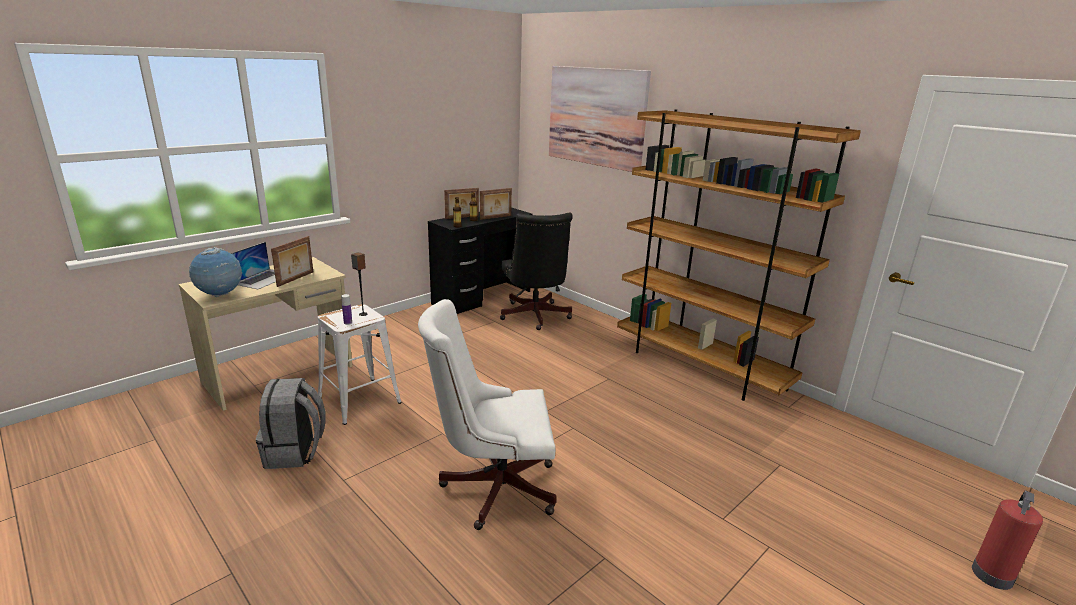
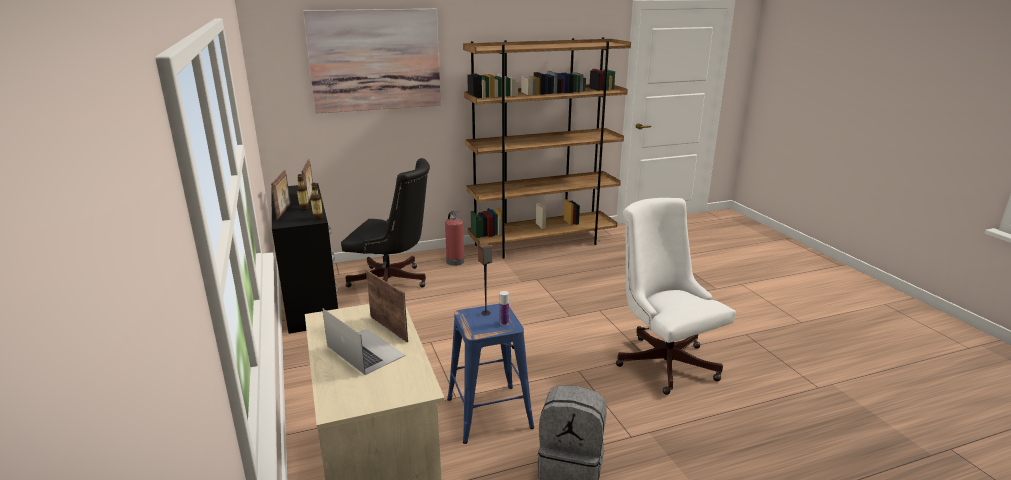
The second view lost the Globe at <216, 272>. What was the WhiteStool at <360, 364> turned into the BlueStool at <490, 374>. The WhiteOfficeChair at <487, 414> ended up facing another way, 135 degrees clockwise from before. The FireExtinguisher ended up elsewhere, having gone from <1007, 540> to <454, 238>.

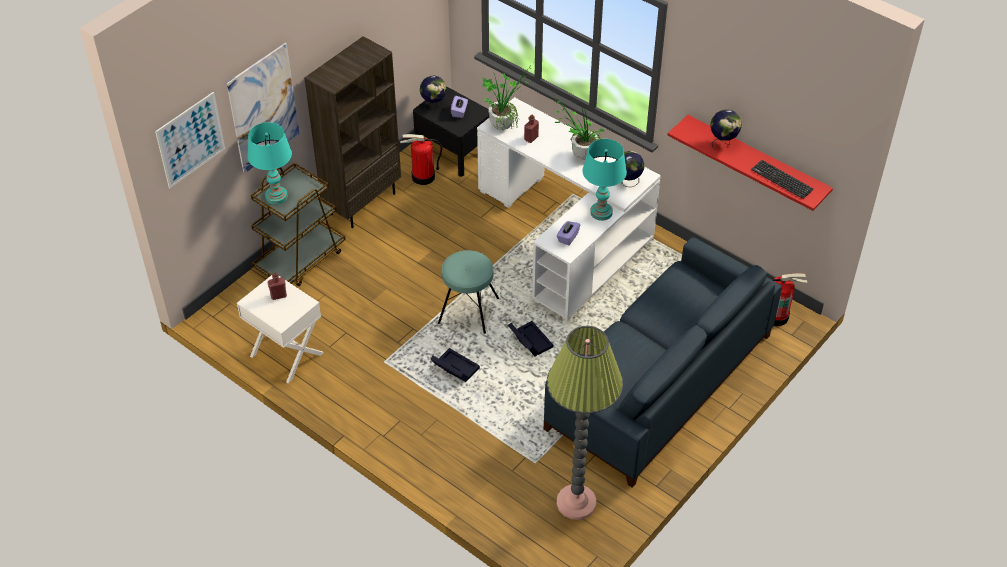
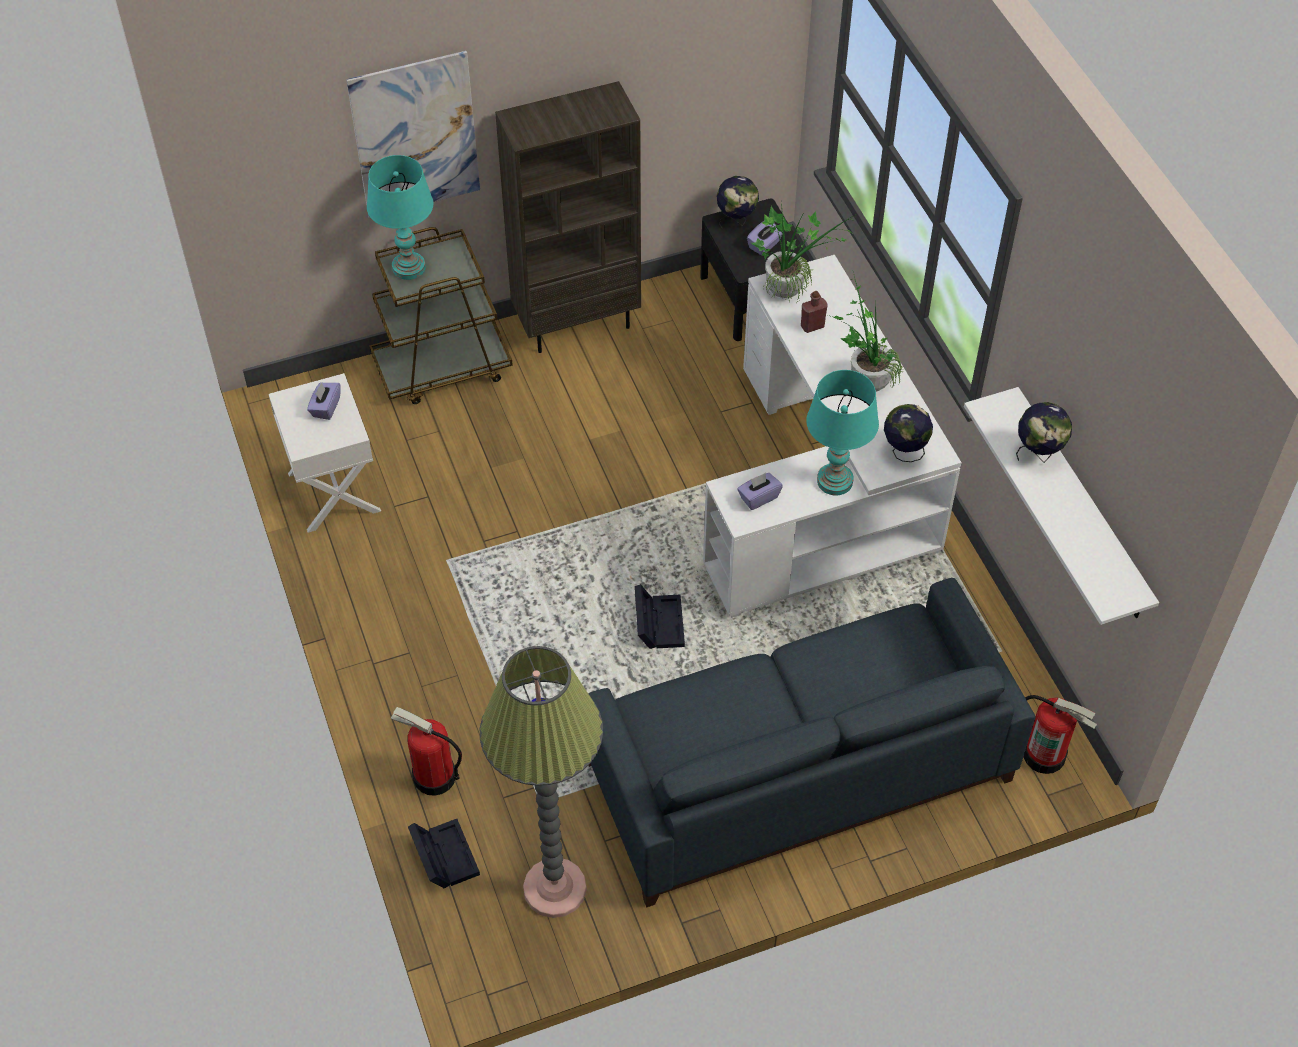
The second view lost the Picture at <190, 140>. Where the RedBottle stood at <277, 286>, the PurpleTissueBox came to stand at <324, 401>. The FireExtinguisher ended up elsewhere, having gone from <421, 159> to <426, 751>. The BlackStorageBox ended up elsewhere, having gone from <455, 365> to <444, 854>. The second view lost the TurquoiseStool at <468, 292>. What was the RedShelf at <750, 163> turned into the WhiteShelf at <1061, 506>. The second view lost the Keyboard at <782, 179>.

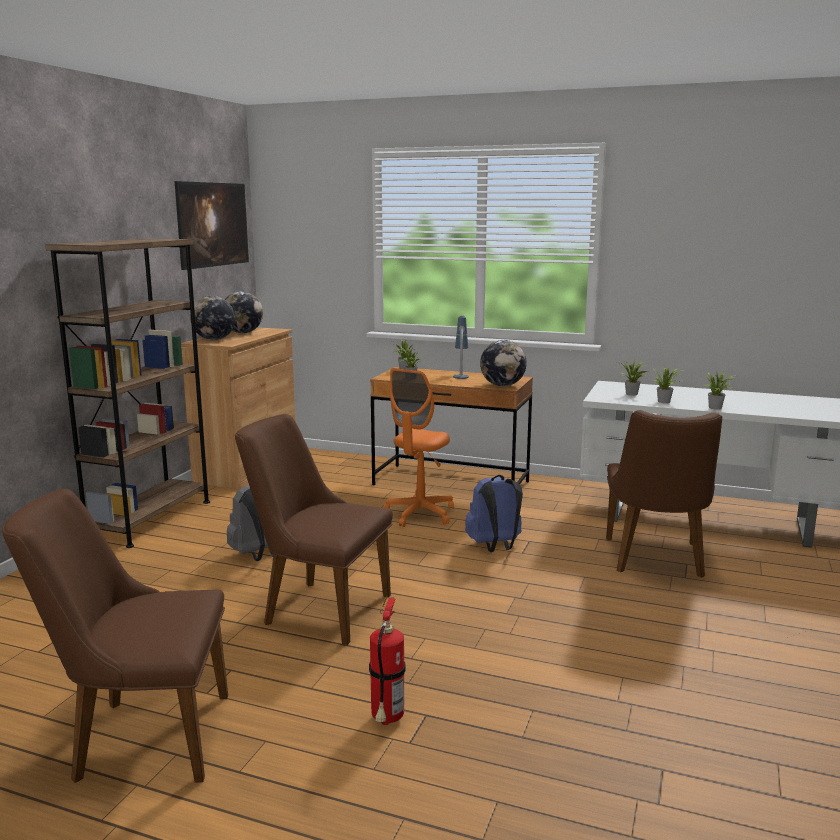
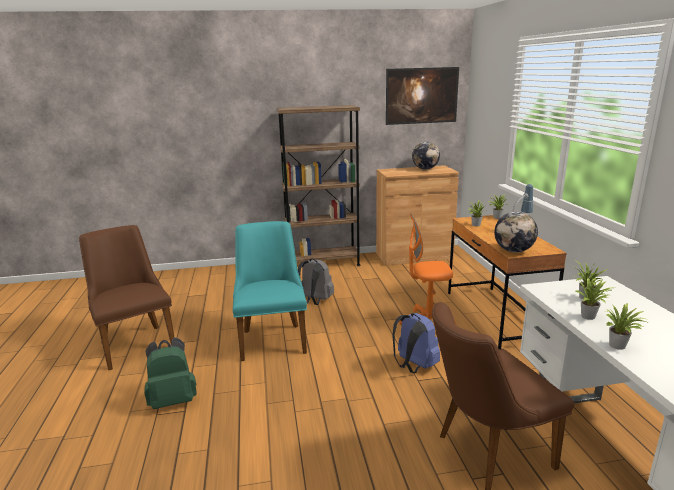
The second view lost the Globe at <212, 318>. What was the BrownChair at <314, 529> turned into the TurquoiseChair at <270, 291>. Where the FireExtinguisher stood at <387, 660>, the GreenBackpack came to stand at <170, 373>.

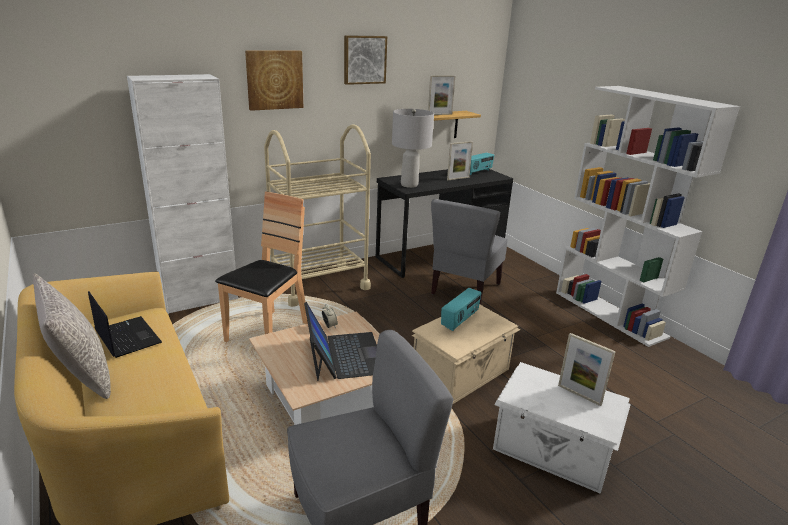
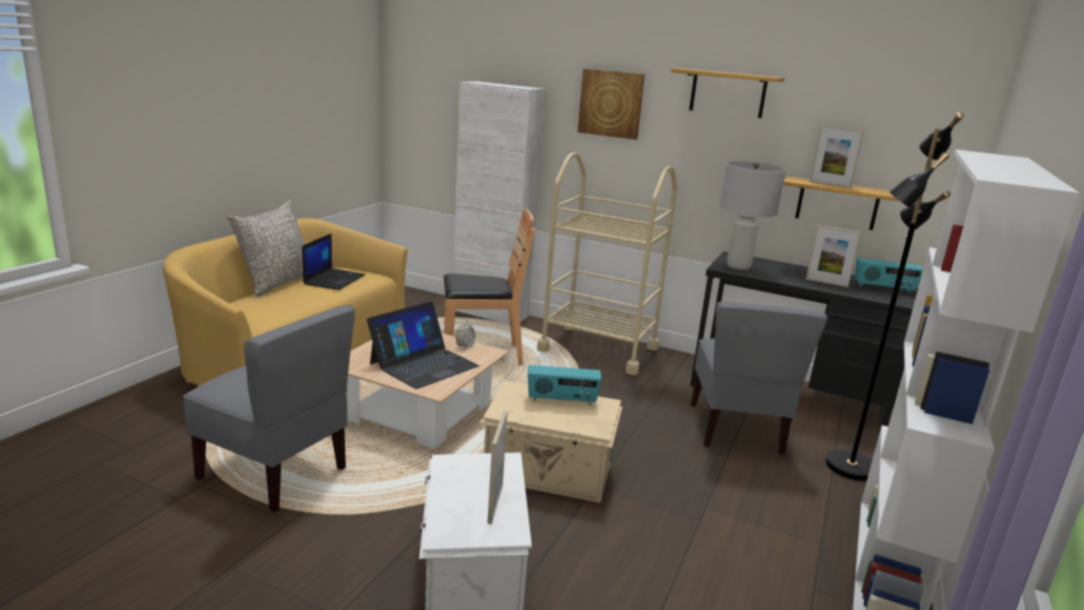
Where the Picture hung at <365, 60>, the Shelf came to hang at <727, 93>. The GreyChair at <469, 252> ended up facing another way, 75 degrees counterclockwise from before. The second view gained the BlackFloorLamp at <894, 296>.

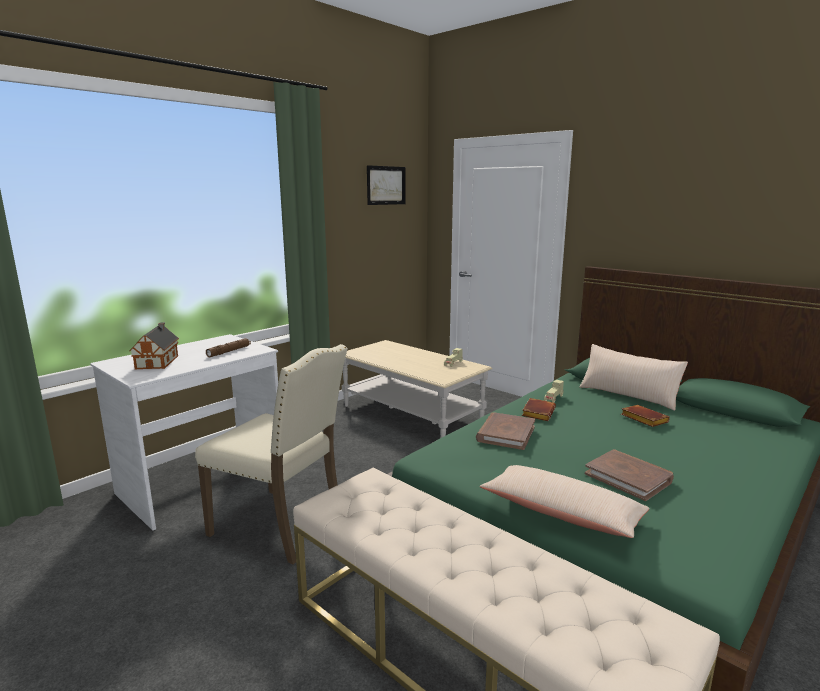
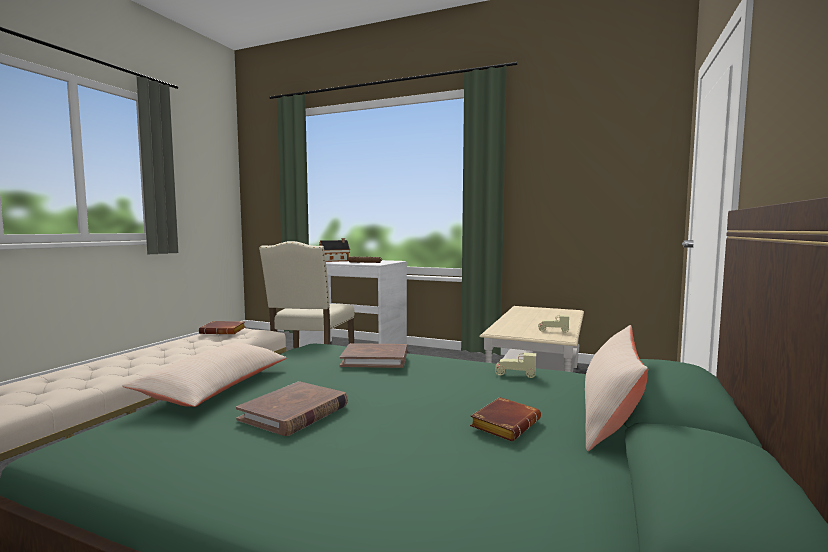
The second view lost the Picture at <386, 185>. The BrownBook ended up elsewhere, having gone from <539, 409> to <222, 327>.

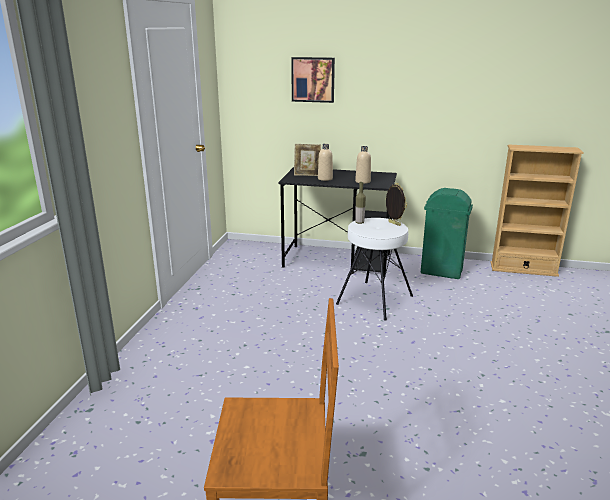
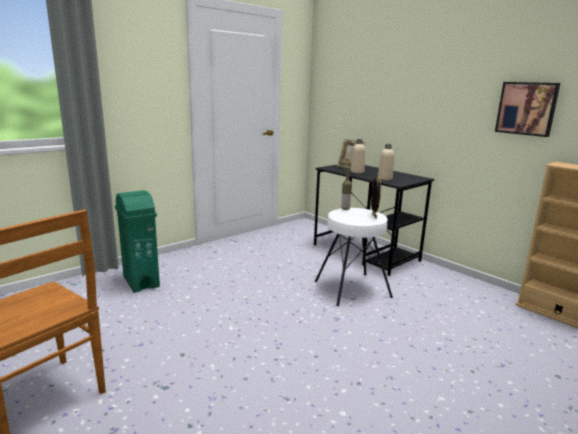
The Picture ended up elsewhere, having gone from <313, 80> to <527, 109>. The GreenTrashCan ended up elsewhere, having gone from <447, 233> to <137, 241>.

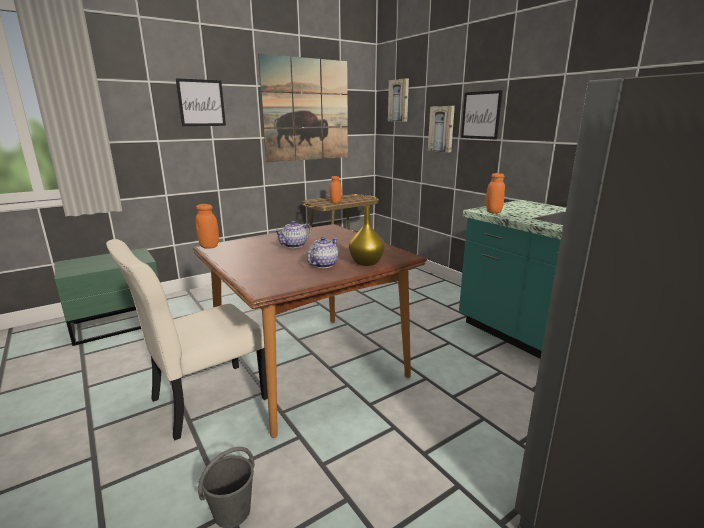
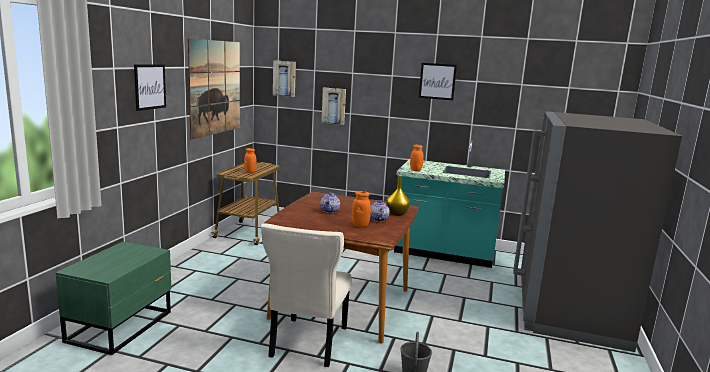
The OrangeJar ended up elsewhere, having gone from <207, 226> to <361, 209>. The Picture ended up elsewhere, having gone from <482, 115> to <438, 81>.

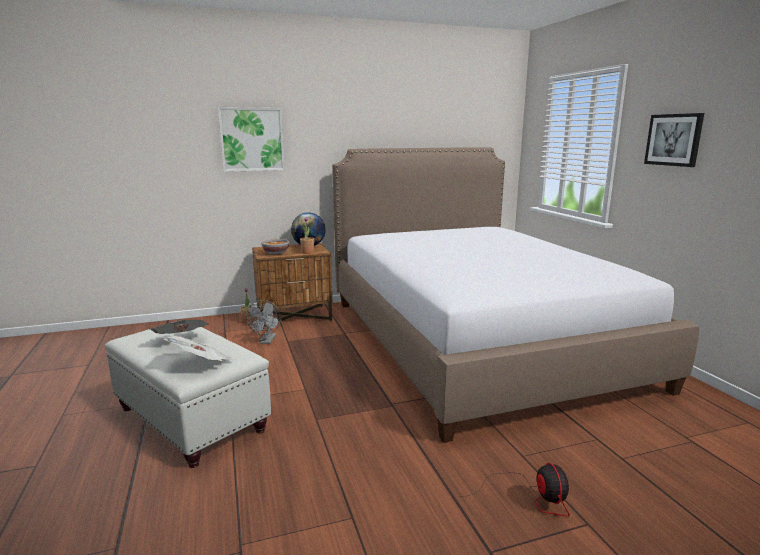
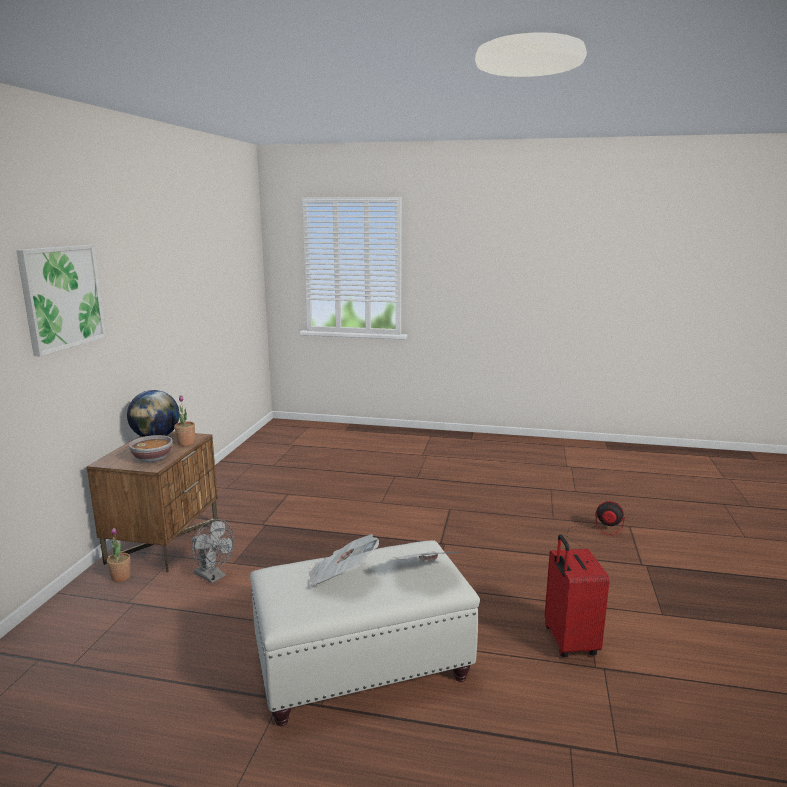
The second view lost the Bed at <515, 295>. The second view lost the Picture at <674, 140>. The second view gained the RedSuitcase at <577, 596>.

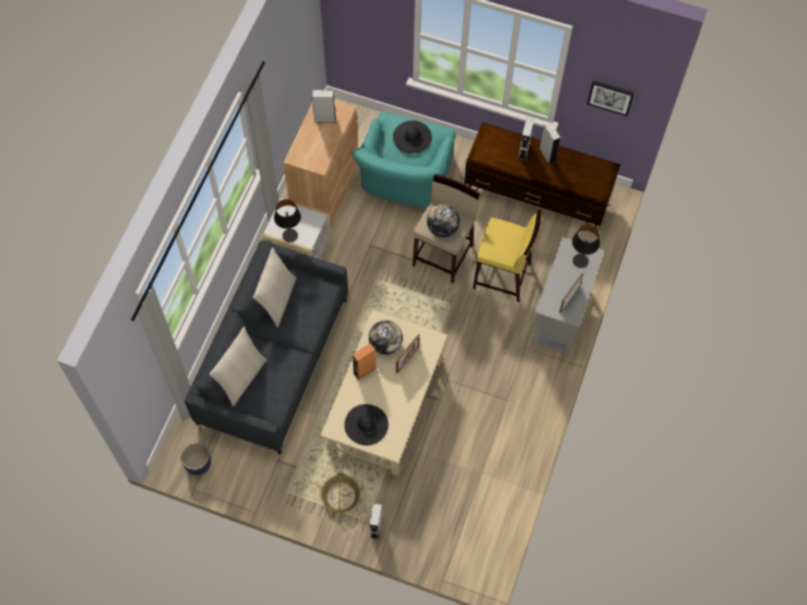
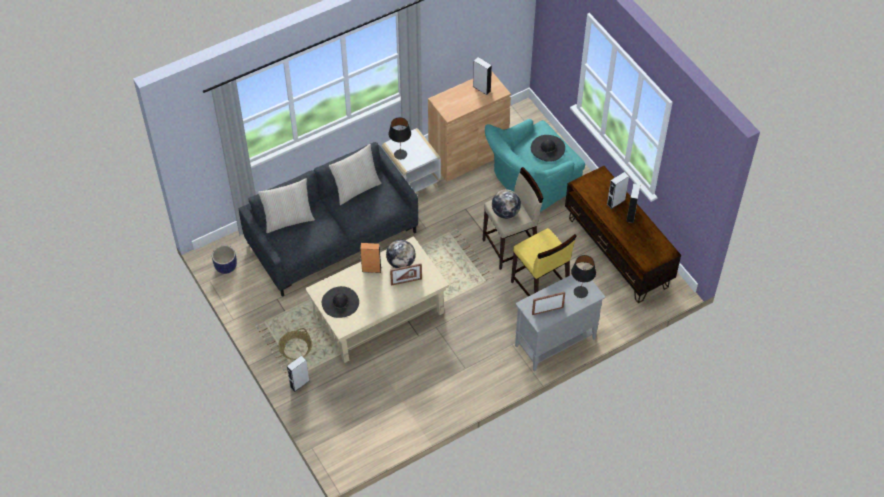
The second view lost the Picture at <610, 98>.

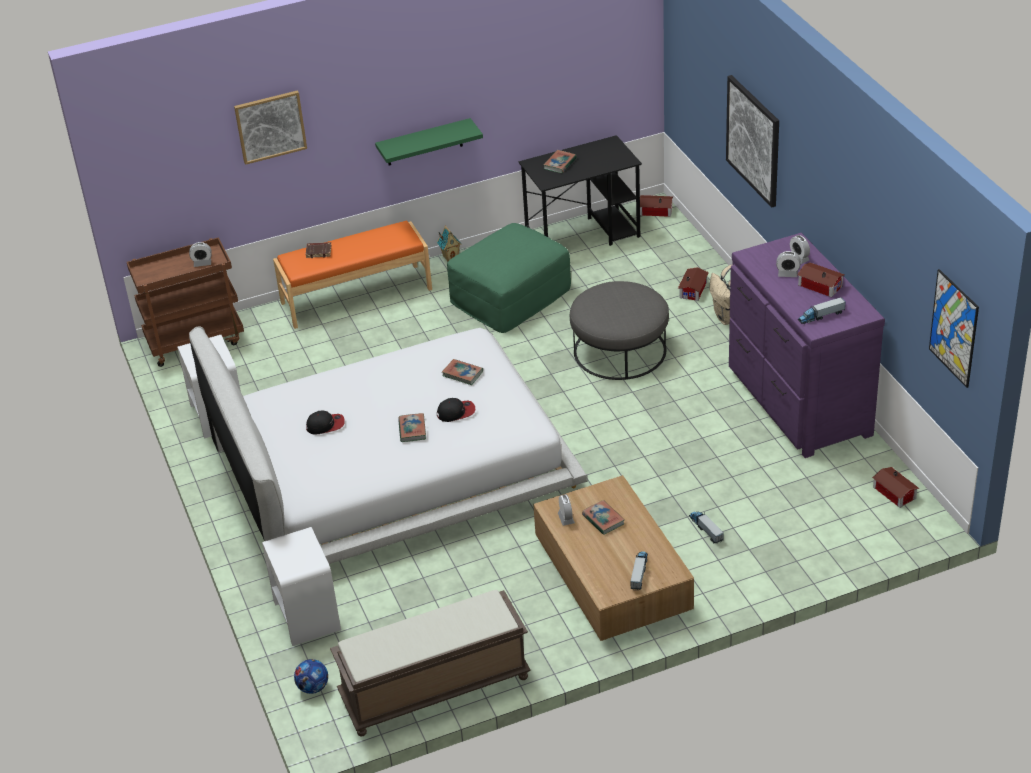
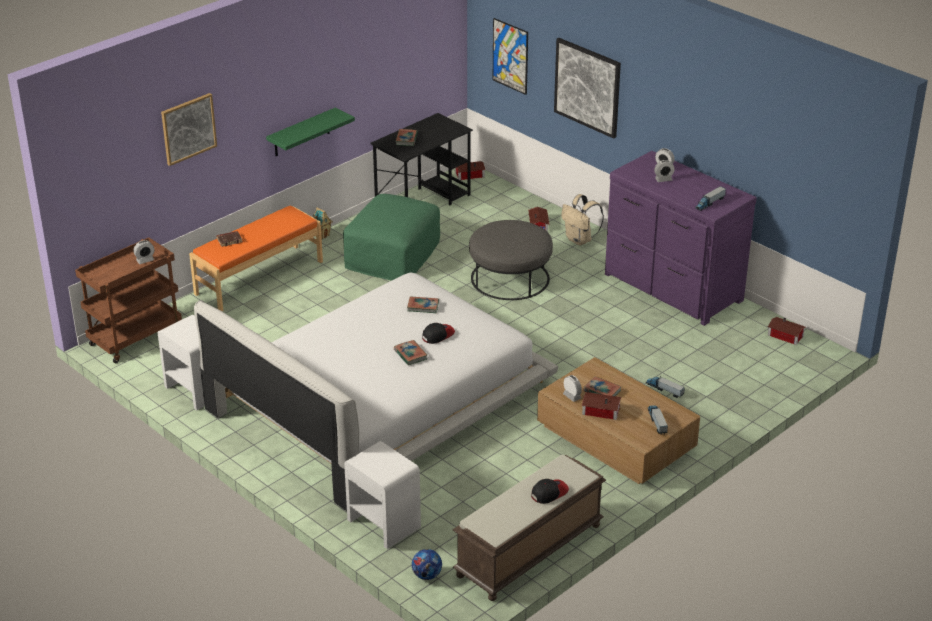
The Cap ended up elsewhere, having gone from <325, 423> to <550, 491>. The ToyHouse ended up elsewhere, having gone from <821, 279> to <601, 406>. The Picture ended up elsewhere, having gone from <954, 328> to <510, 56>.

